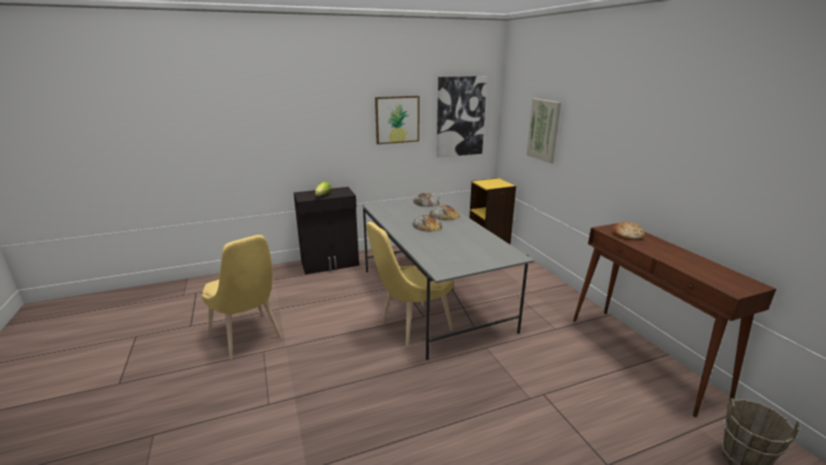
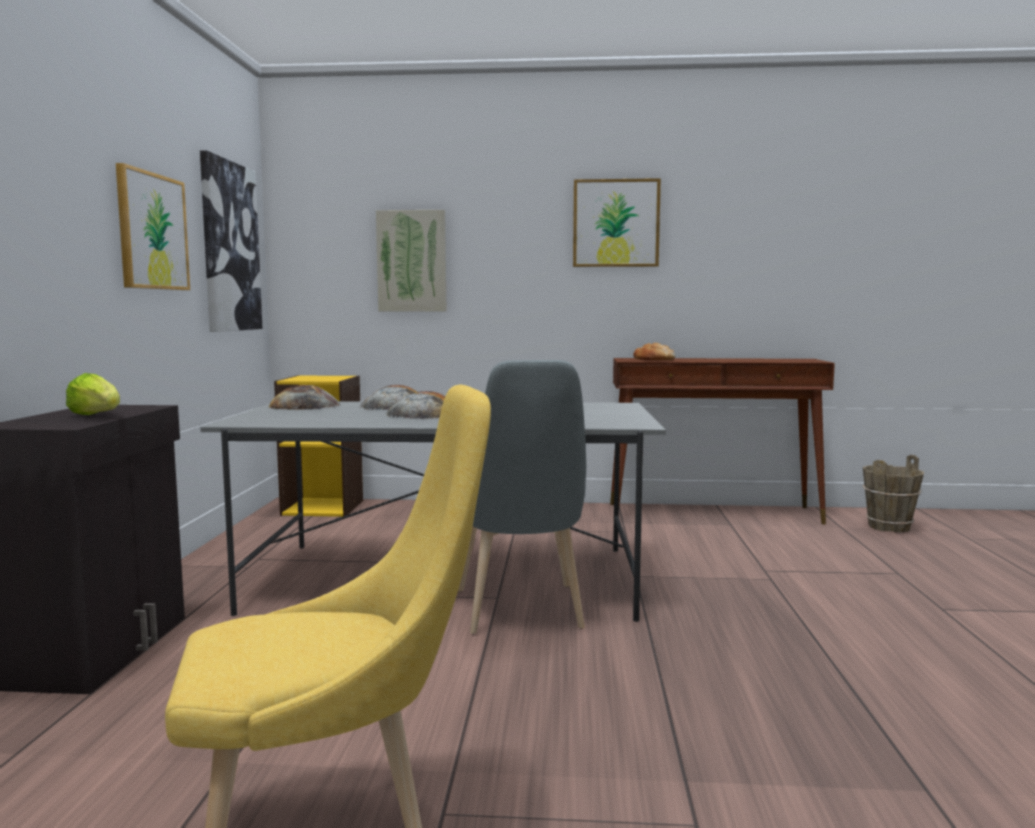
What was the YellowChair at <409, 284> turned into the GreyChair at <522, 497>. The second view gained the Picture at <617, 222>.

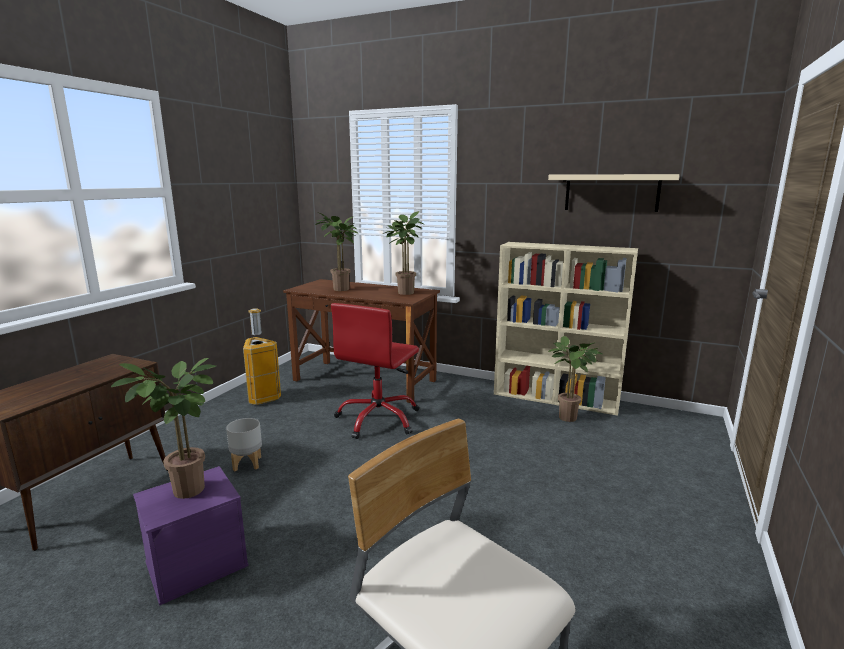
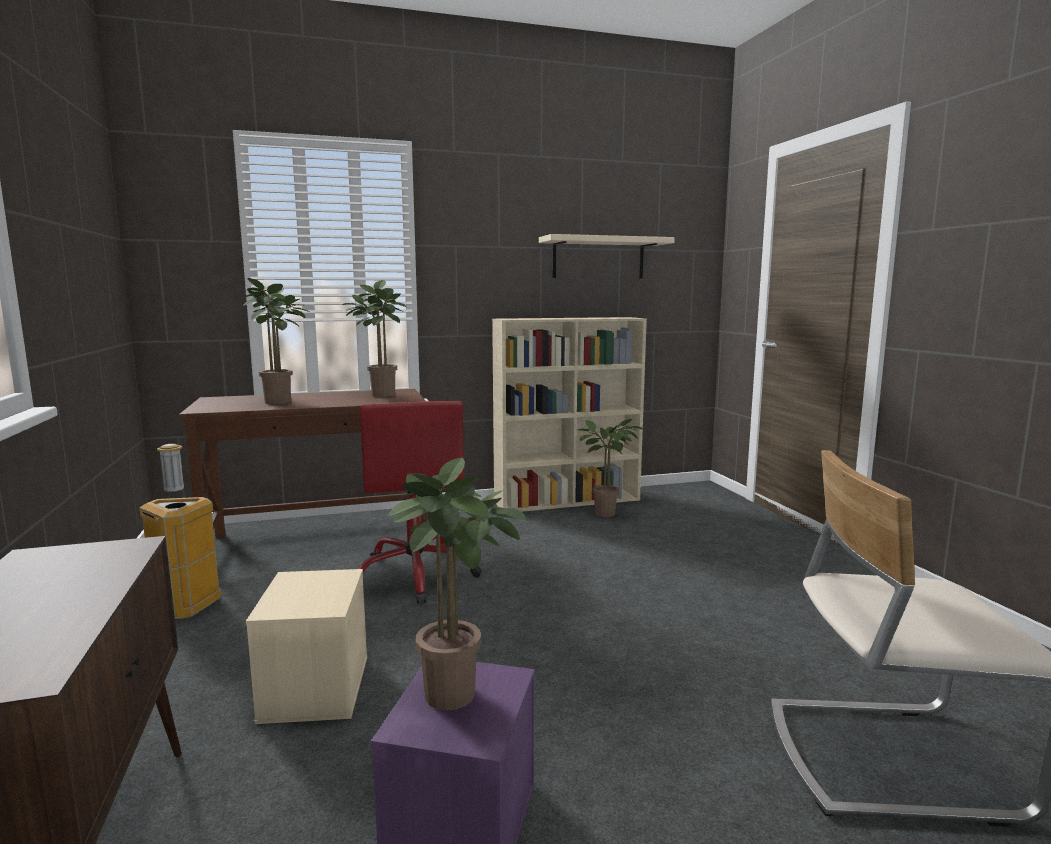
Where the GreyPlanter stood at <244, 444>, the BeigeStorageBox came to stand at <306, 646>.

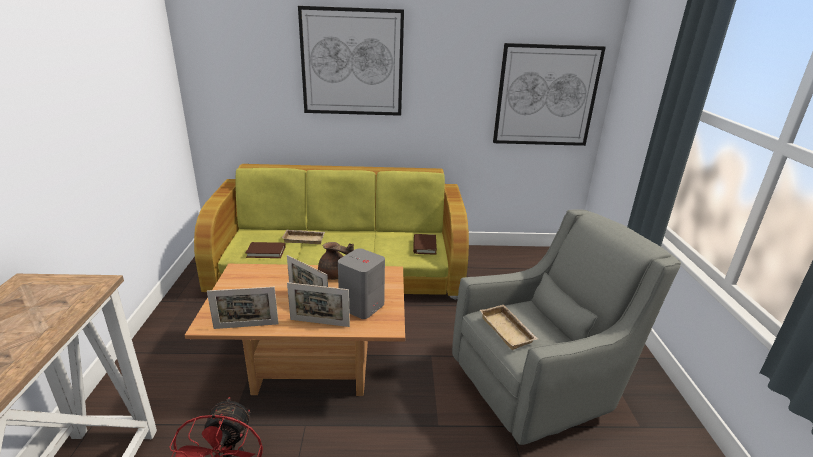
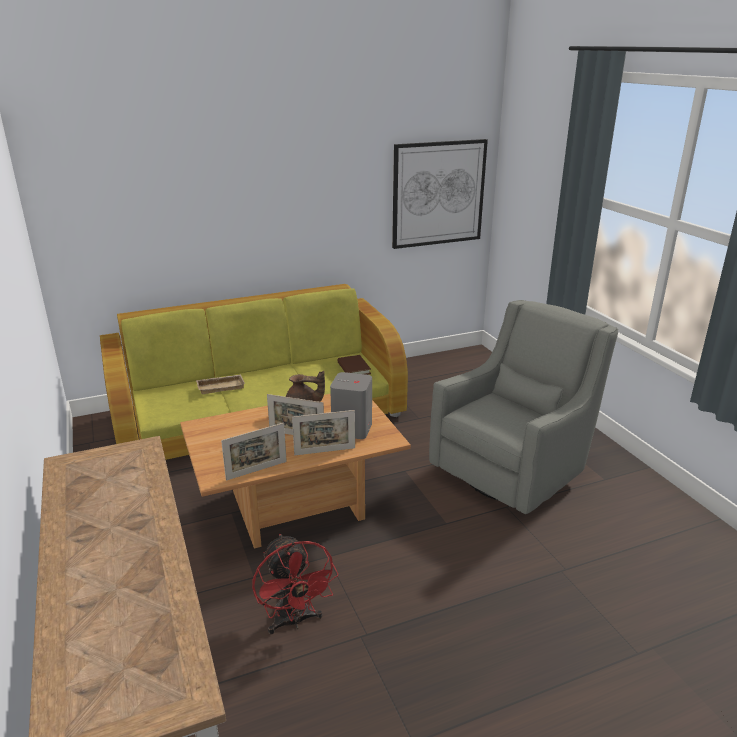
The second view lost the BrownBook at <266, 250>. The second view lost the Picture at <351, 61>. The second view lost the BeigeTray at <509, 327>.

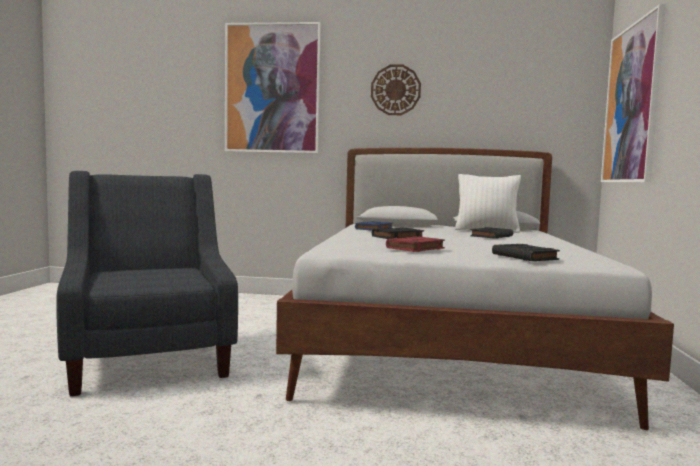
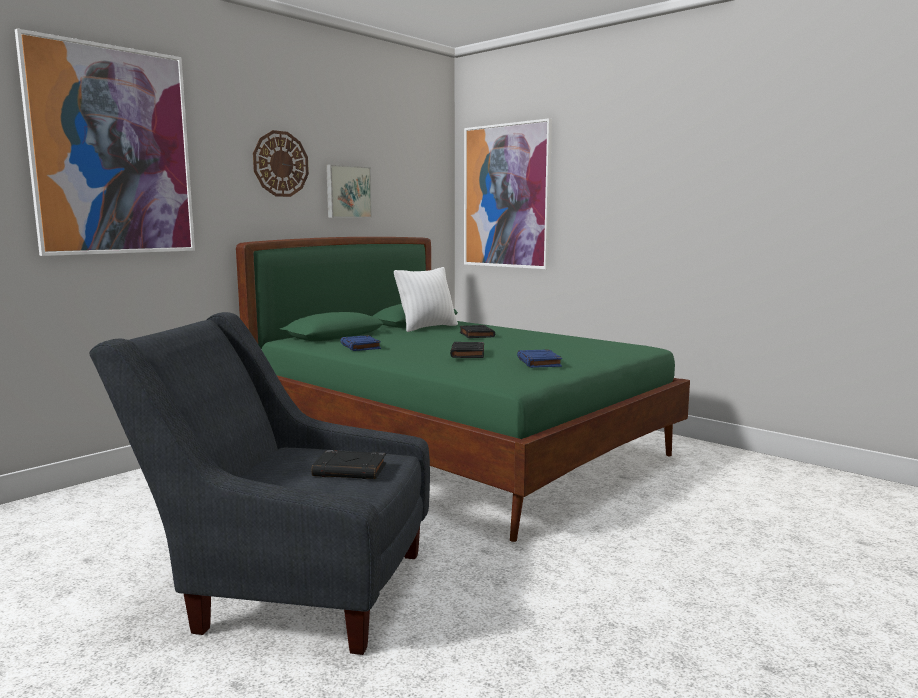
What was the WhiteBed at <475, 289> turned into the GreenBed at <463, 389>. What was the RedBook at <415, 244> turned into the BlueBook at <539, 358>. The BlackBook ended up elsewhere, having gone from <526, 252> to <348, 464>. The second view gained the Picture at <349, 191>.

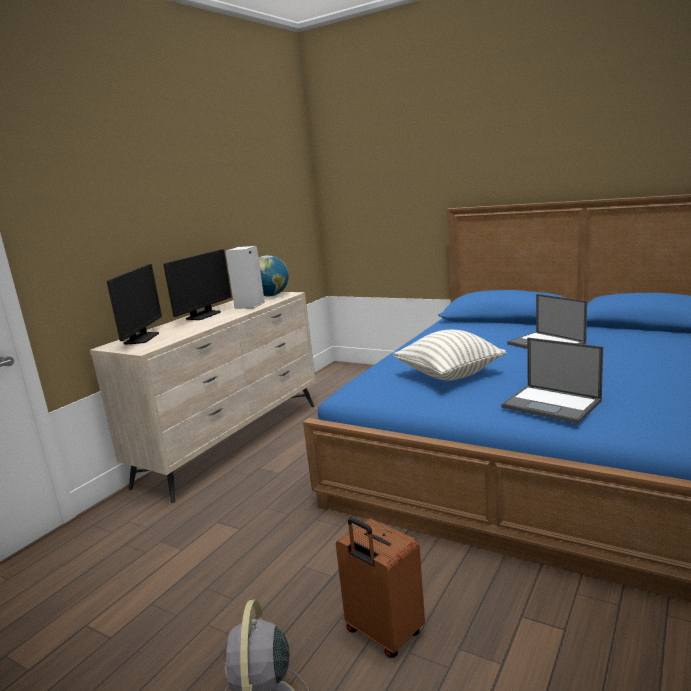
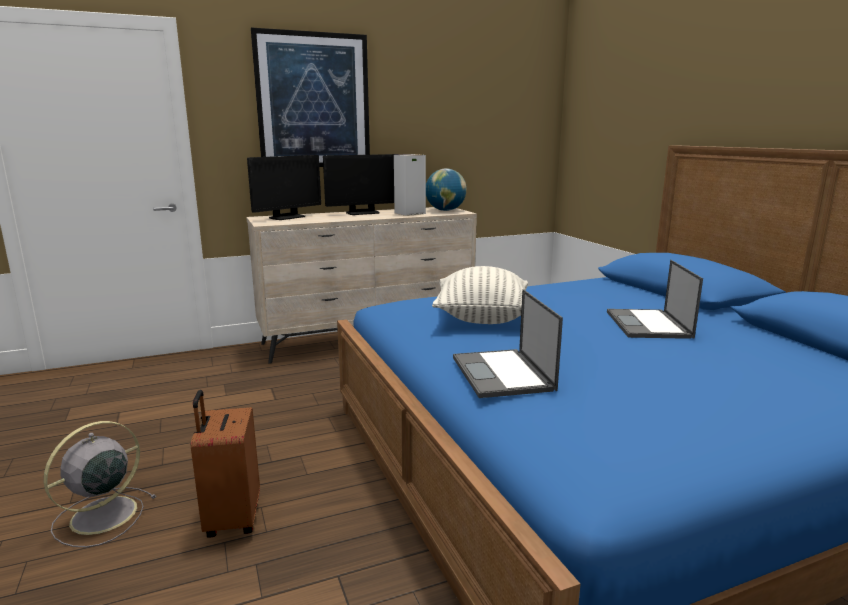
The second view gained the Picture at <310, 97>.

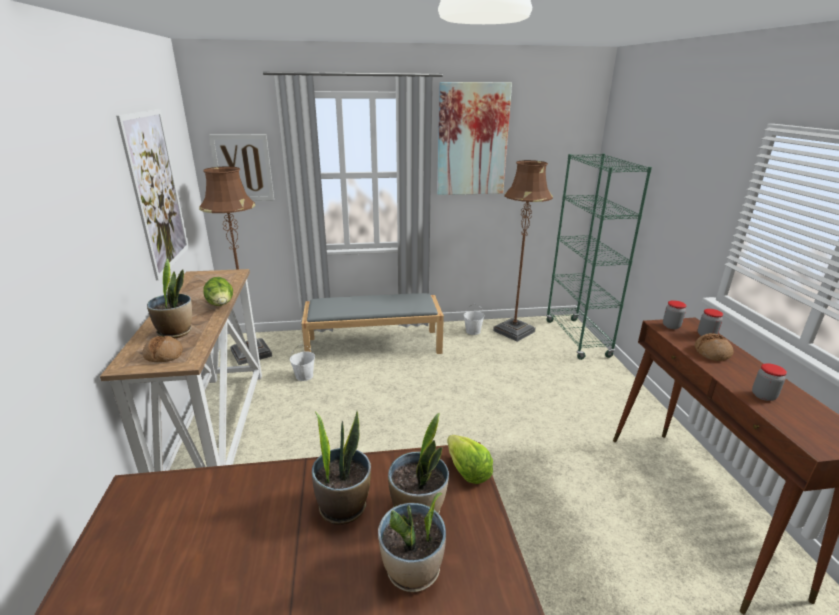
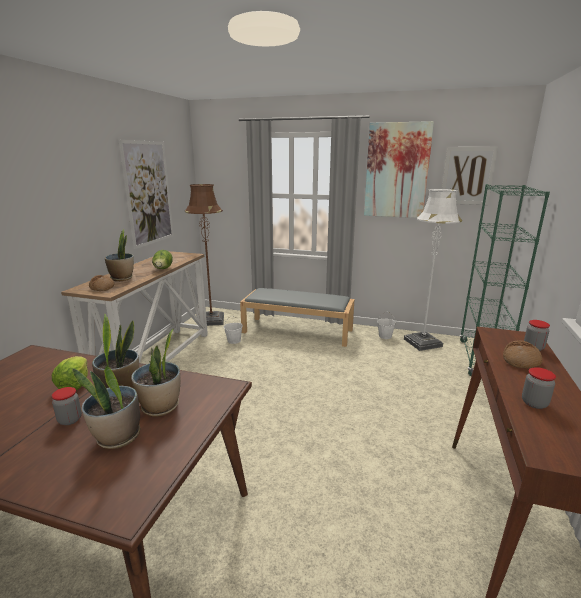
The Picture ended up elsewhere, having gone from <241, 167> to <470, 176>. The Lettuce ended up elsewhere, having gone from <470, 459> to <70, 373>. What was the BrownFloorLamp at <523, 251> turned into the WhiteFloorLamp at <433, 269>. The Jar ended up elsewhere, having gone from <675, 314> to <67, 406>.

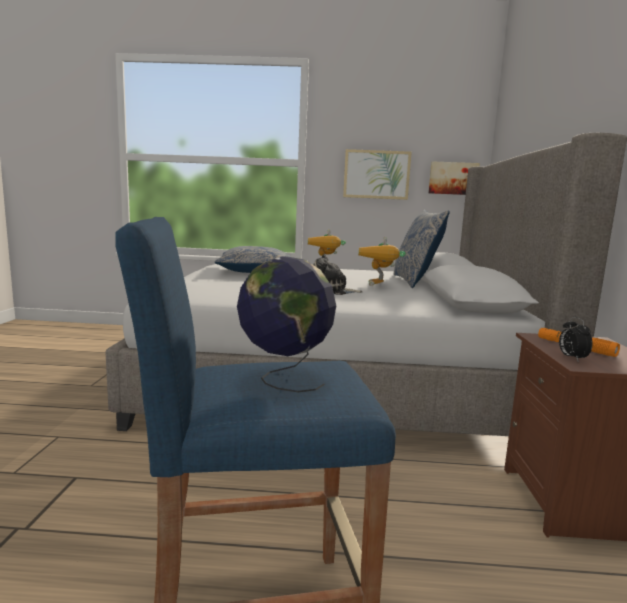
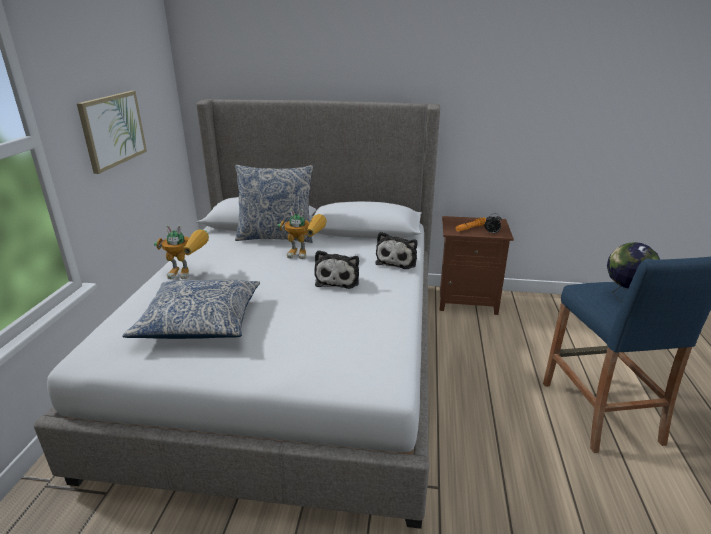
The second view lost the Picture at <454, 178>. The second view gained the PlushToy at <396, 250>.

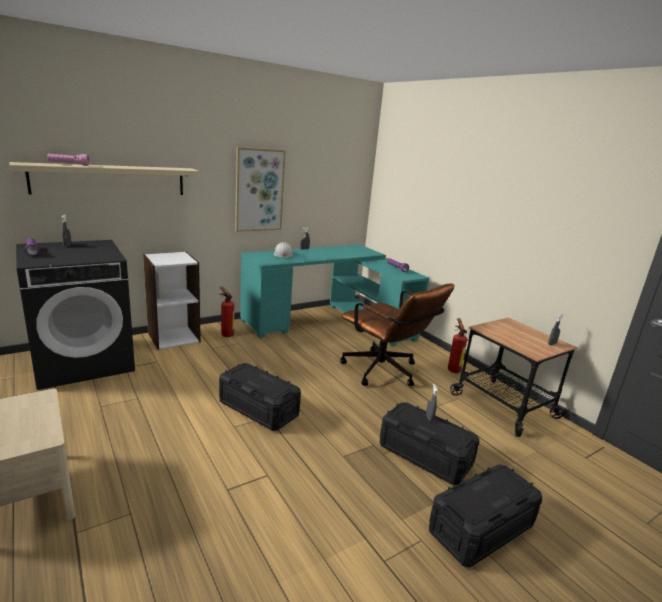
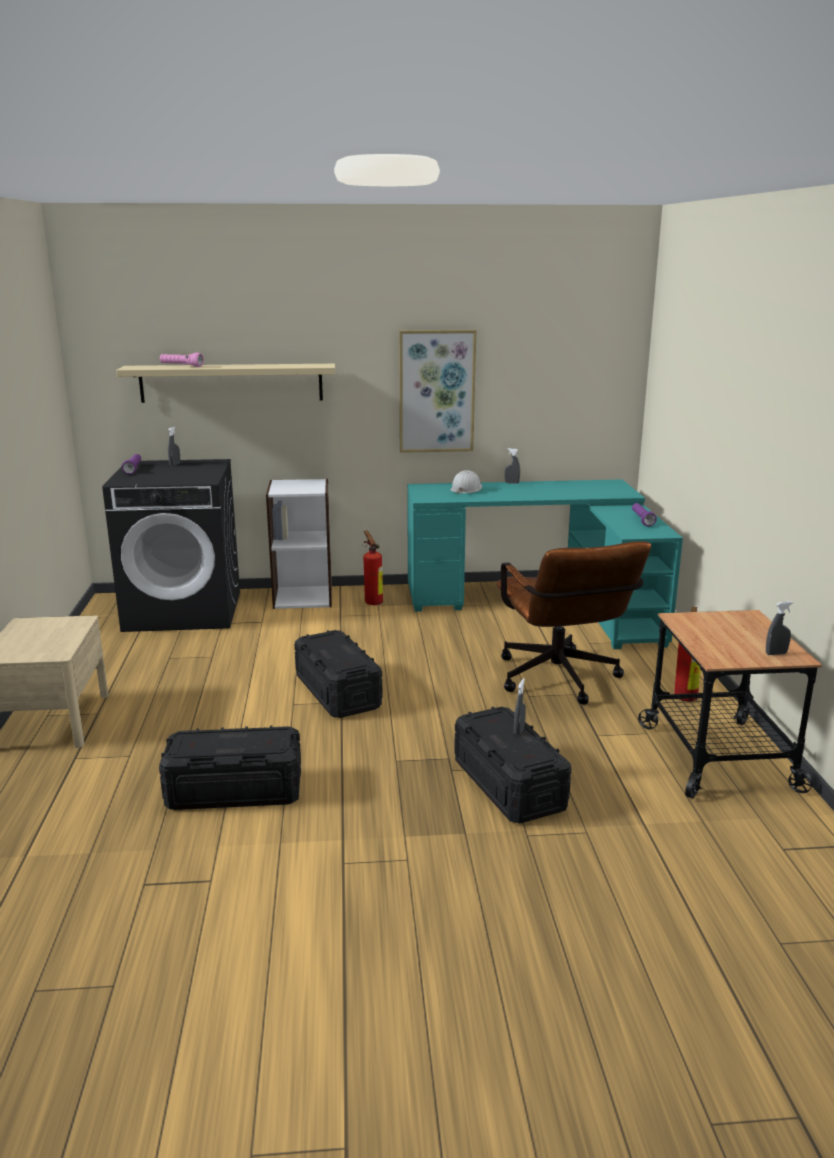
The BlackStorageBox ended up elsewhere, having gone from <485, 516> to <230, 767>.

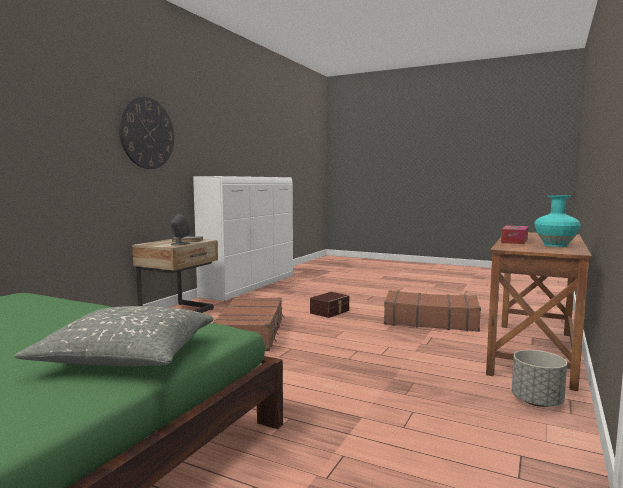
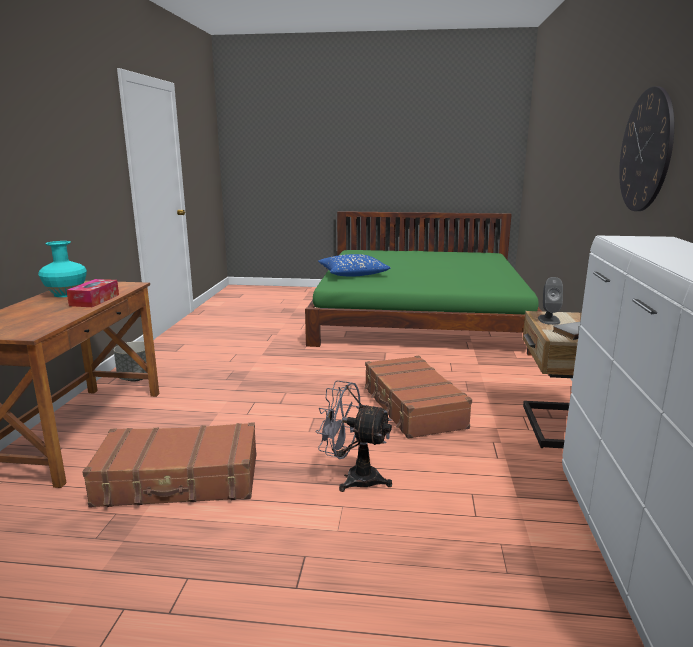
What was the GreyPillow at <114, 336> turned into the BluePillow at <354, 265>. Where the BrownStorageBox stood at <329, 305>, the GreyFan came to stand at <354, 436>.

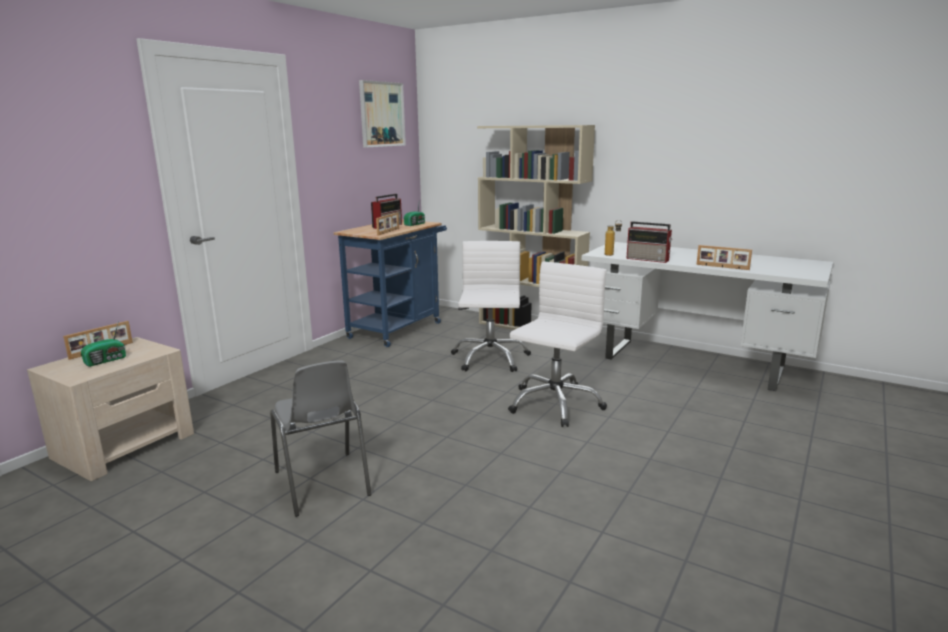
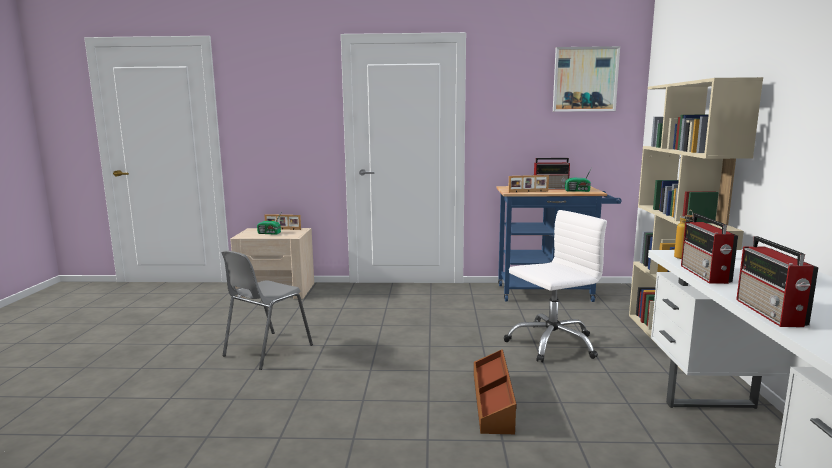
Where the WhiteOfficeChair stood at <557, 344>, the BrownStorageBox came to stand at <495, 391>. Where the PictureFrame stood at <724, 257>, the Radio came to stand at <777, 281>.

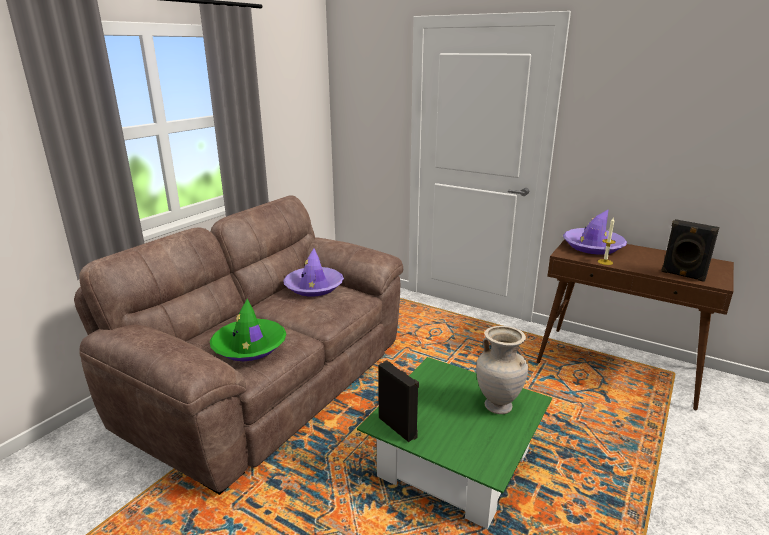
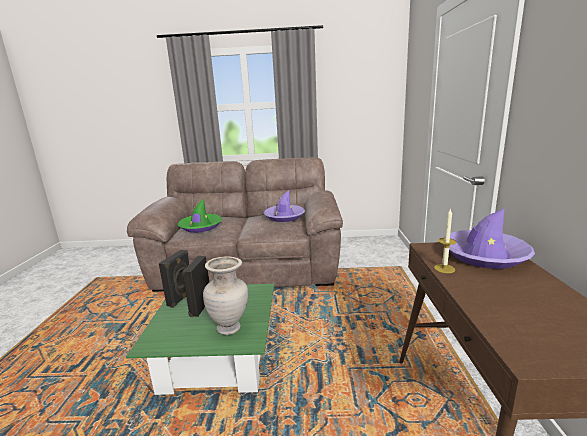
The BlackSpeaker ended up elsewhere, having gone from <690, 250> to <195, 286>.

